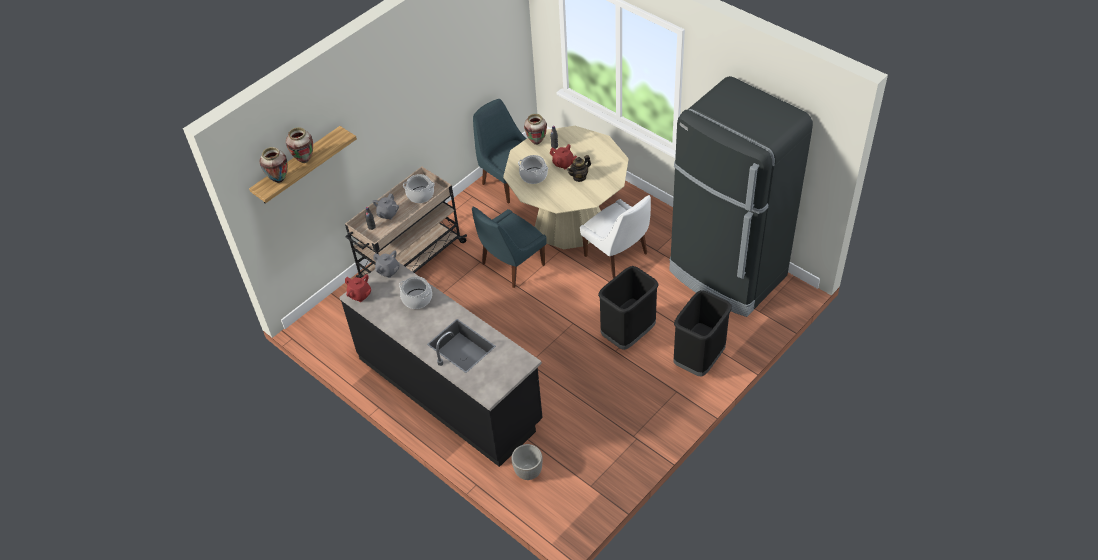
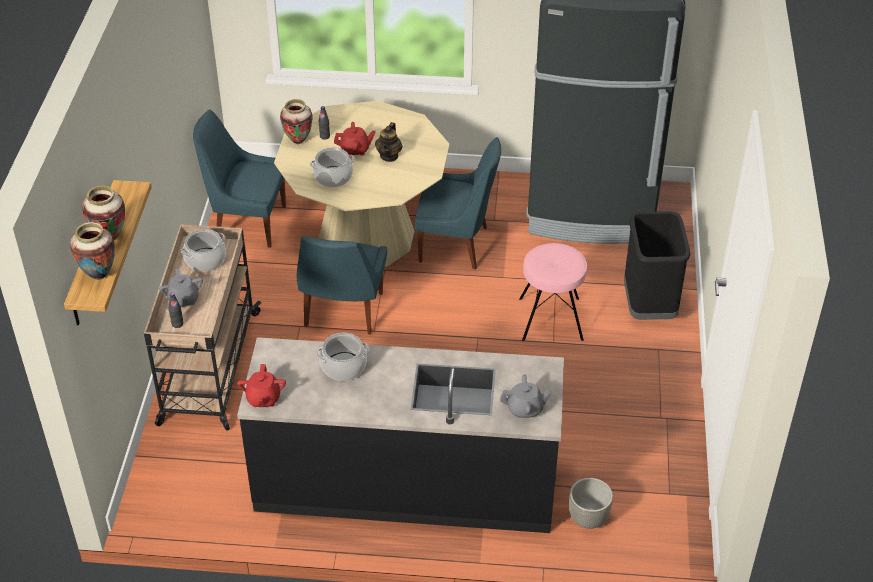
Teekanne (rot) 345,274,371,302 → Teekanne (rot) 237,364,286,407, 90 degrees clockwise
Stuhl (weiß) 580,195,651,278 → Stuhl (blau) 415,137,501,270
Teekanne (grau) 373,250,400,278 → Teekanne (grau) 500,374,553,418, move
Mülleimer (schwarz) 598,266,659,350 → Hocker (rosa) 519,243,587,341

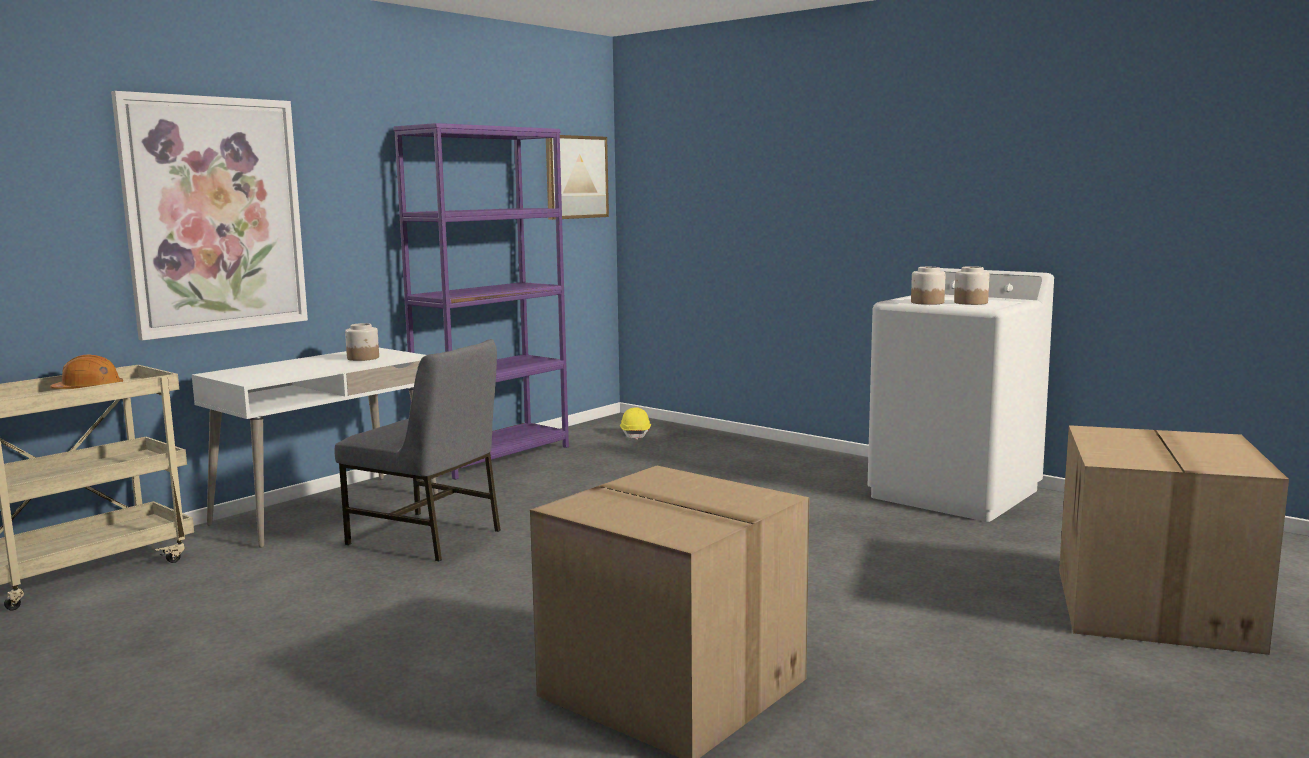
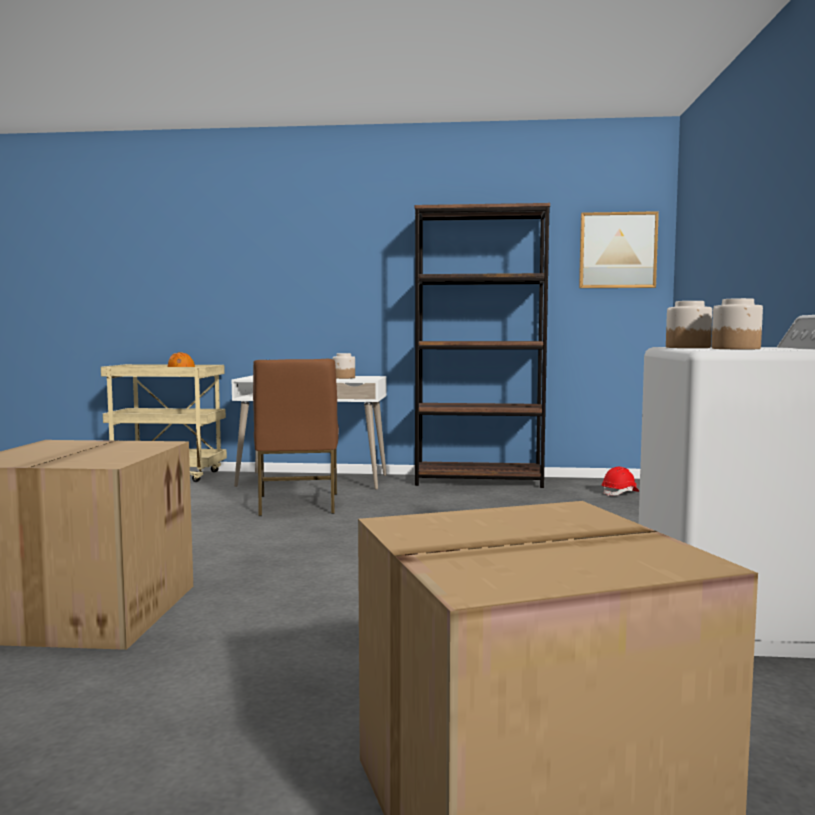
Stuhl (grau) 335,339,501,561 → Stuhl (braun) 253,359,339,516
Bücherregal (lila) 393,123,569,480 → Bücherregal (braun) 415,203,550,488
Schutzhelm (gelb) 620,407,651,440 → Schutzhelm (rot) 602,467,639,496
Bild 111,91,308,341 → -

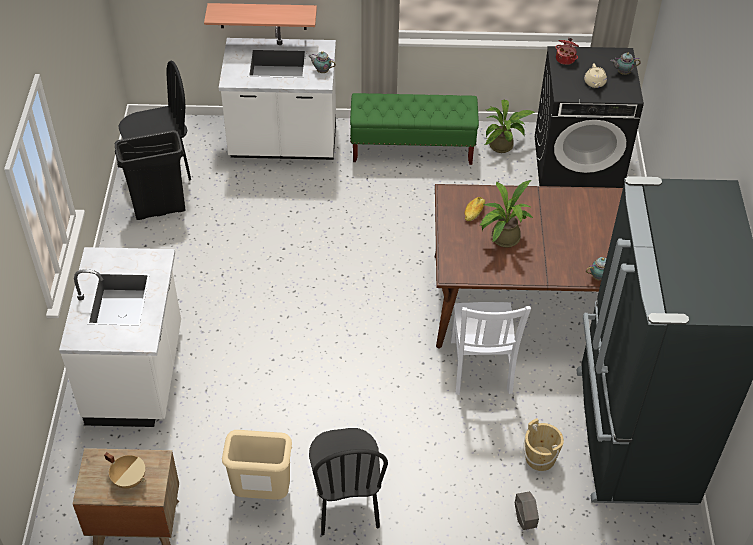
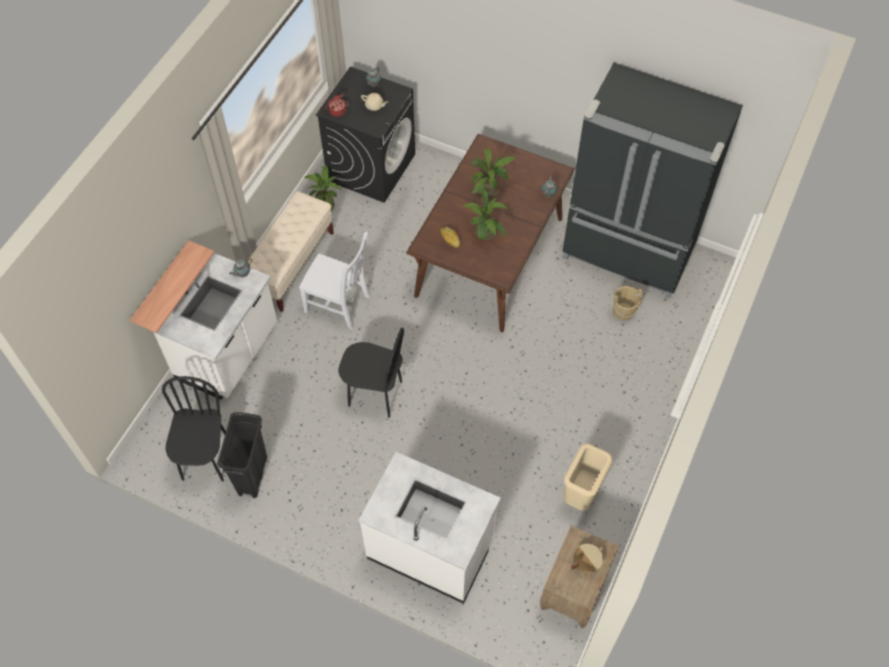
Bank (grün) 350,93,479,165 → Bank (beige) 248,191,334,312
Stuhl (weiß) 451,302,531,395 → Stuhl (weiß) 299,232,370,329, move
Stuhl (schwarz) 309,428,388,536 → Stuhl (schwarz) 338,328,404,418, move
- → Topfpflanze 470,148,516,197
Pflanzkübel (grau) 515,491,539,530 → -

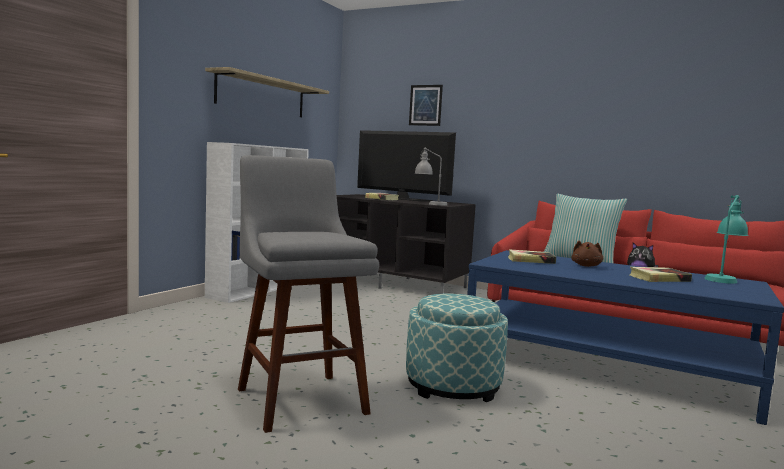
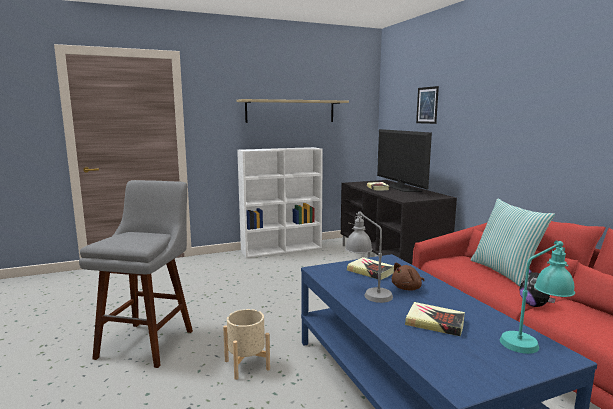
Polsterhocker 406,294,508,402 → Pflanzkübel (beige) 223,309,270,380
Tischlampe (grau) 415,147,447,206 → Tischlampe (grau) 345,211,393,303, move

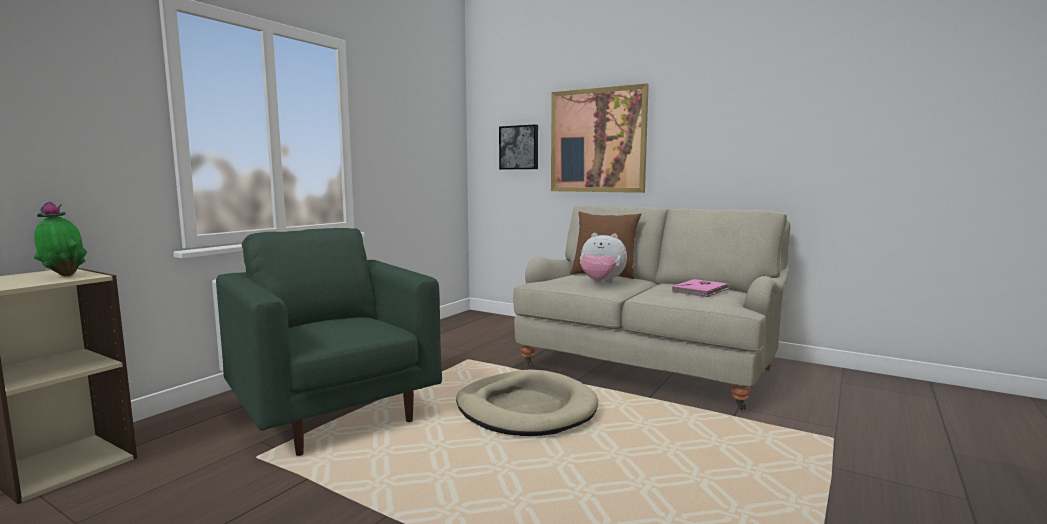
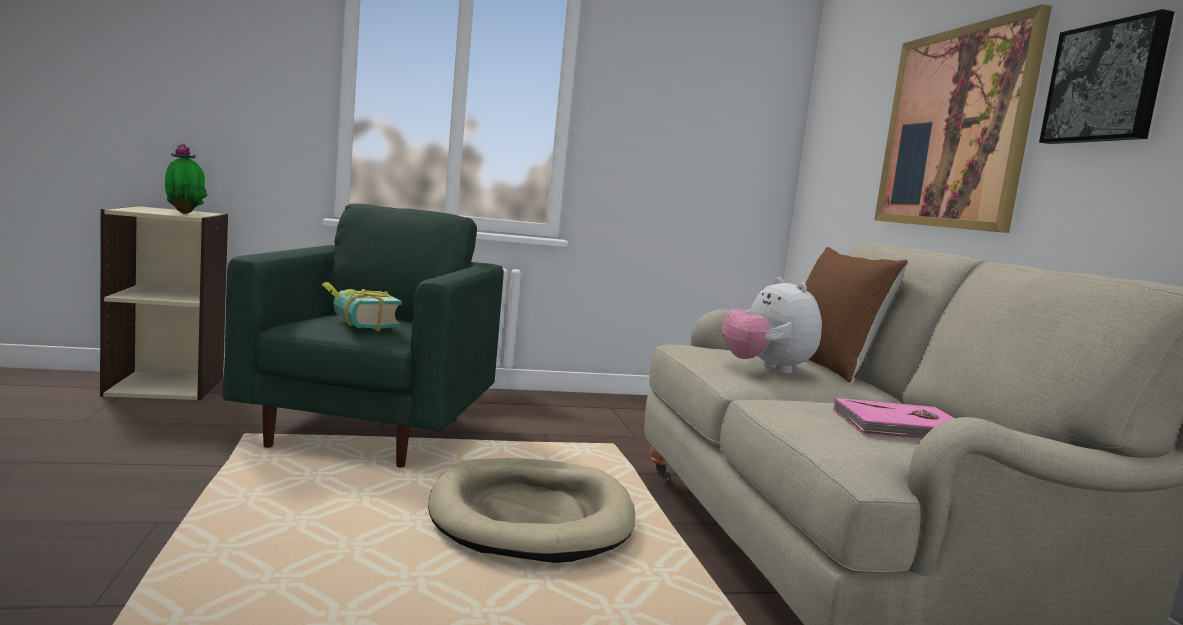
- → Buch 322,282,402,332
Bild 499,124,538,169 → Bild 1039,9,1174,144, move

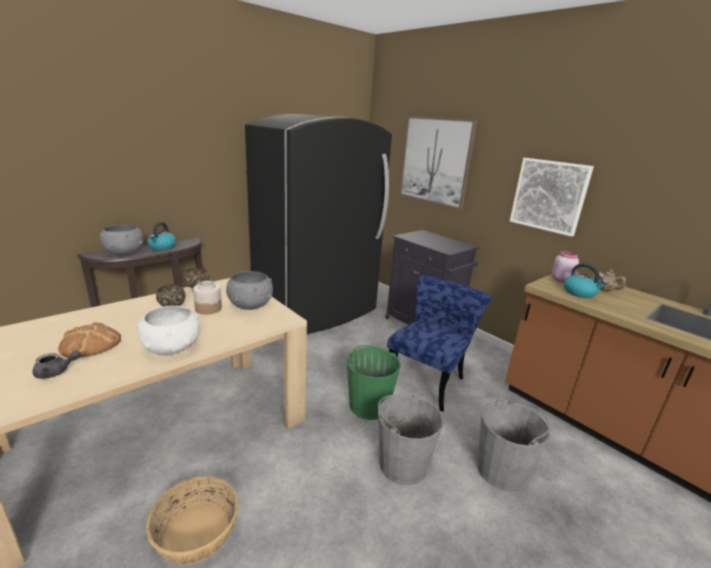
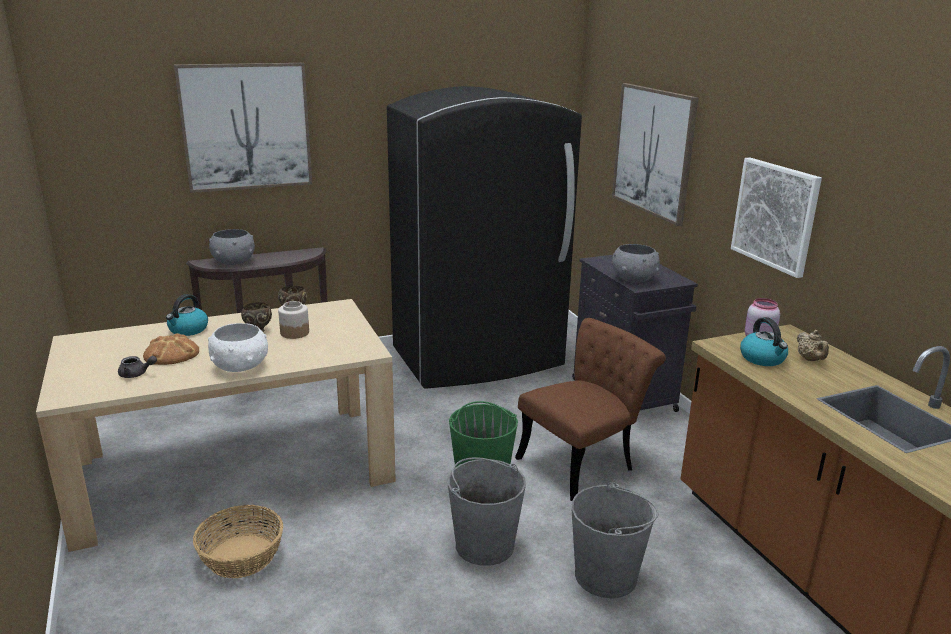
Wasserkessel 147,222,176,250 → Wasserkessel 166,294,208,336, move
- → Bild 174,63,312,193
Stuhl (blau) 387,275,493,412 → Stuhl (braun) 515,318,666,501
Schüssel (grau) 226,271,273,310 → Schüssel (grau) 612,244,660,283, move

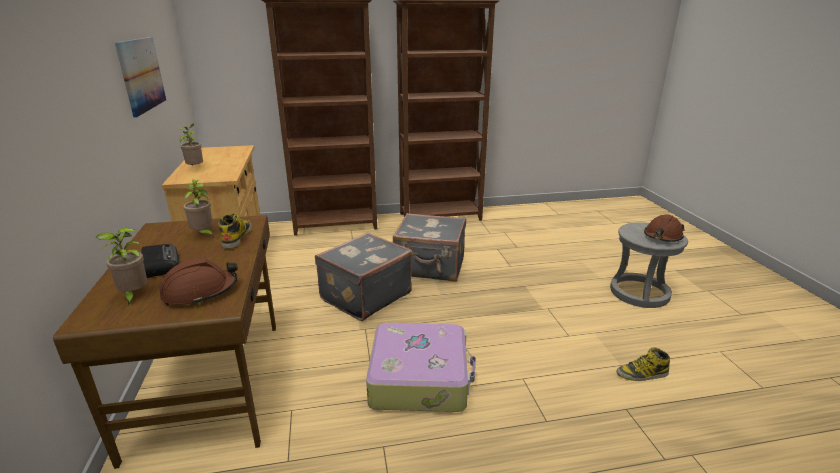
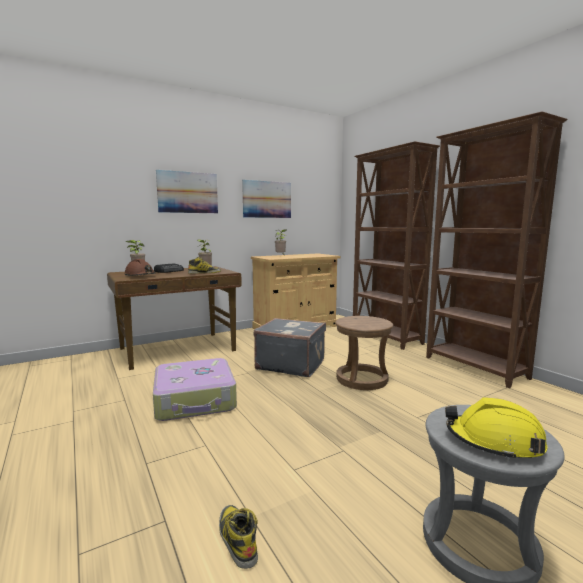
- → Bild 156,170,218,213
Koffer (grau) 393,213,466,282 → Hocker (braun) 335,316,393,390
Schutzhelm (braun) 644,214,685,242 → Schutzhelm (gelb) 445,397,548,460

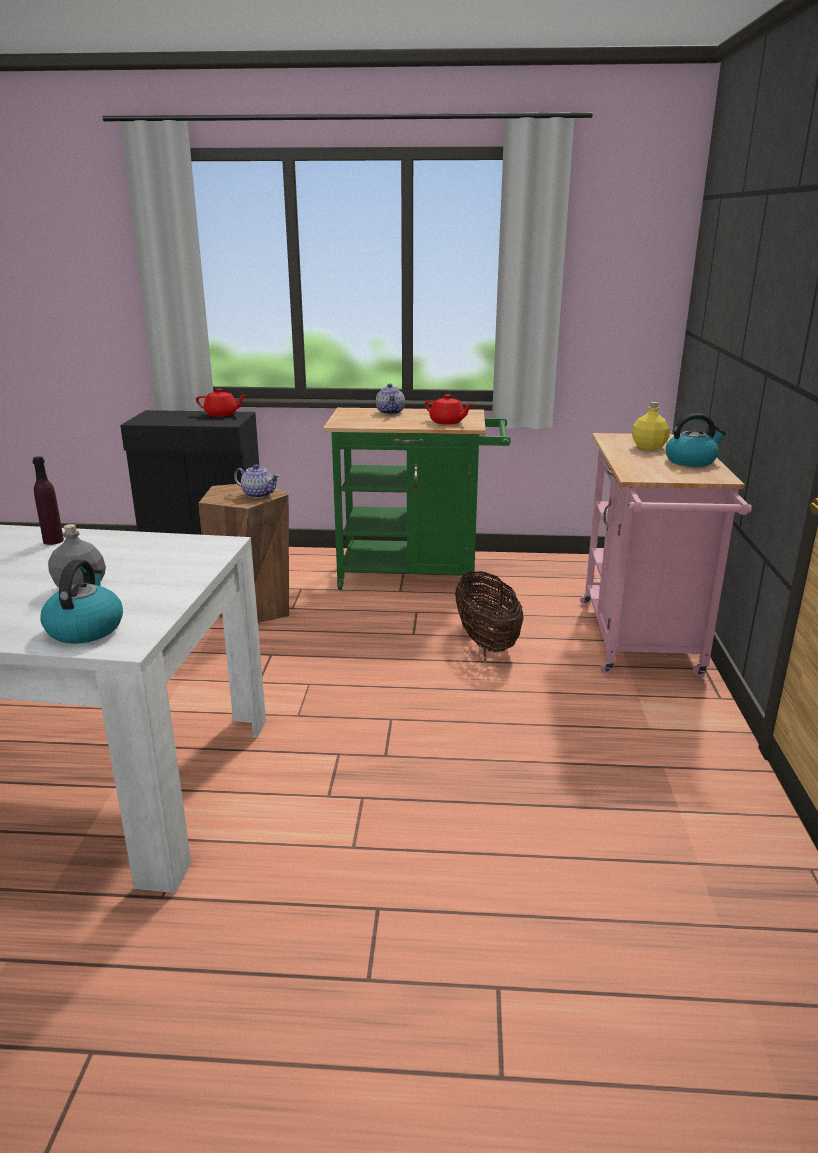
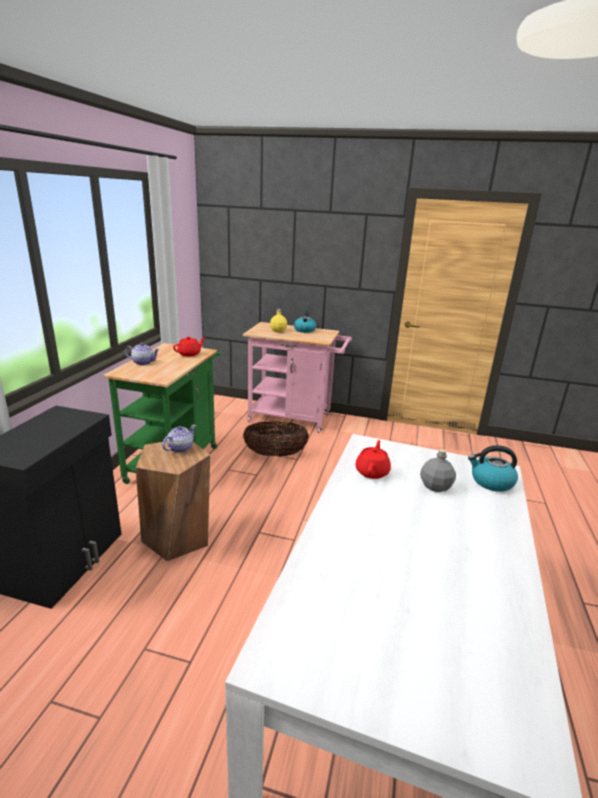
Teekanne (rot) 196,389,246,417 → Teekanne (rot) 355,440,391,479, move
Flasche (lila) 33,456,64,545 → -

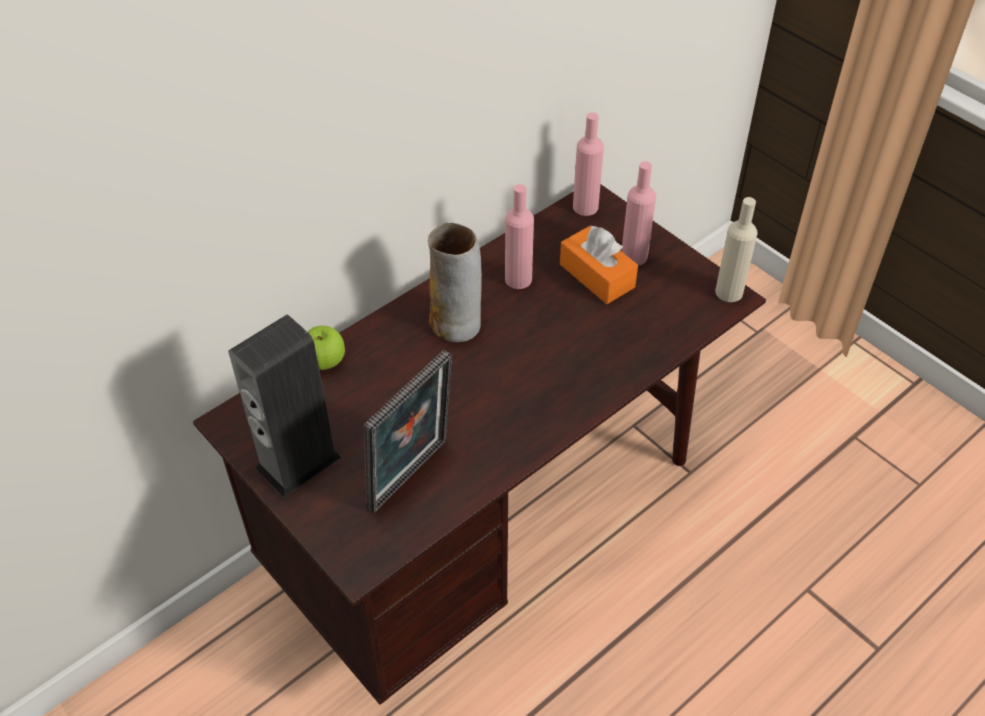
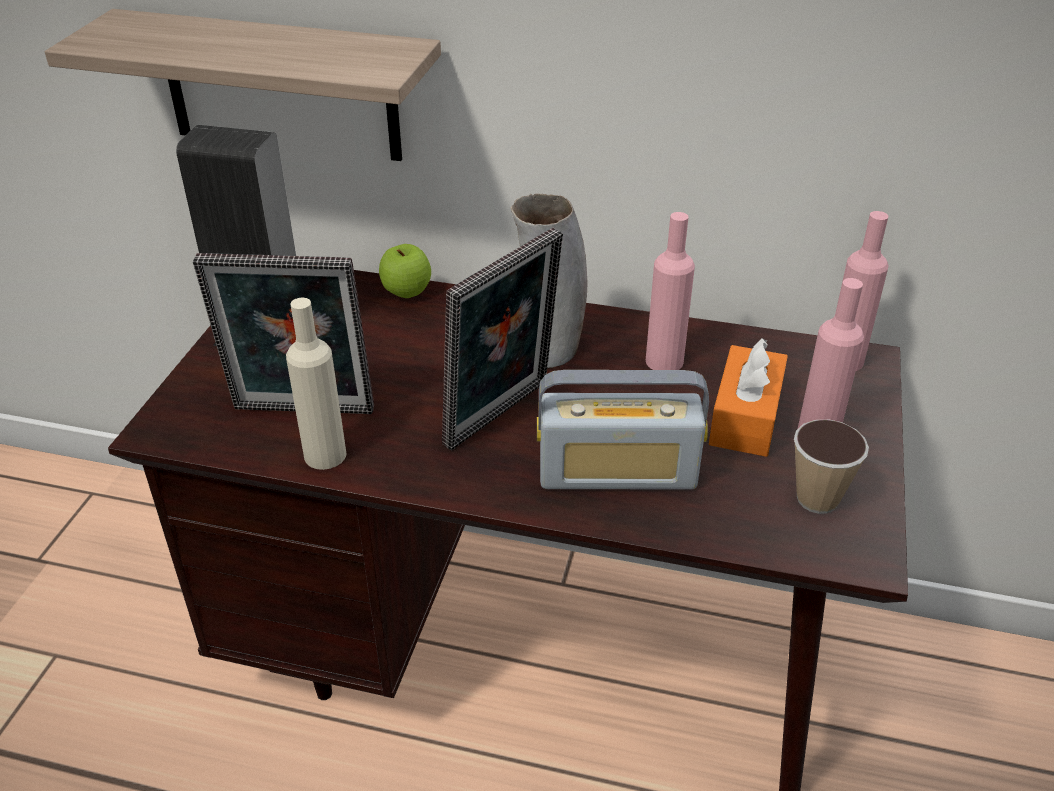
- → Wandregal 45,9,441,161
Flasche (beige) 715,197,758,302 → Flasche (beige) 286,298,347,470, move
- → Bilderrahmen 442,228,563,450
- → Radio 537,370,709,490
- → Tasse 794,420,869,514

